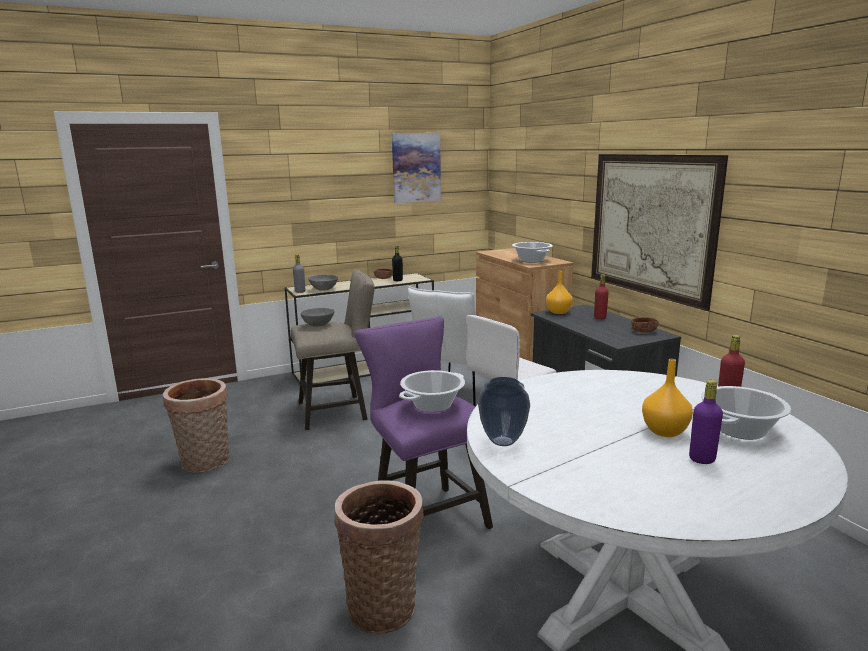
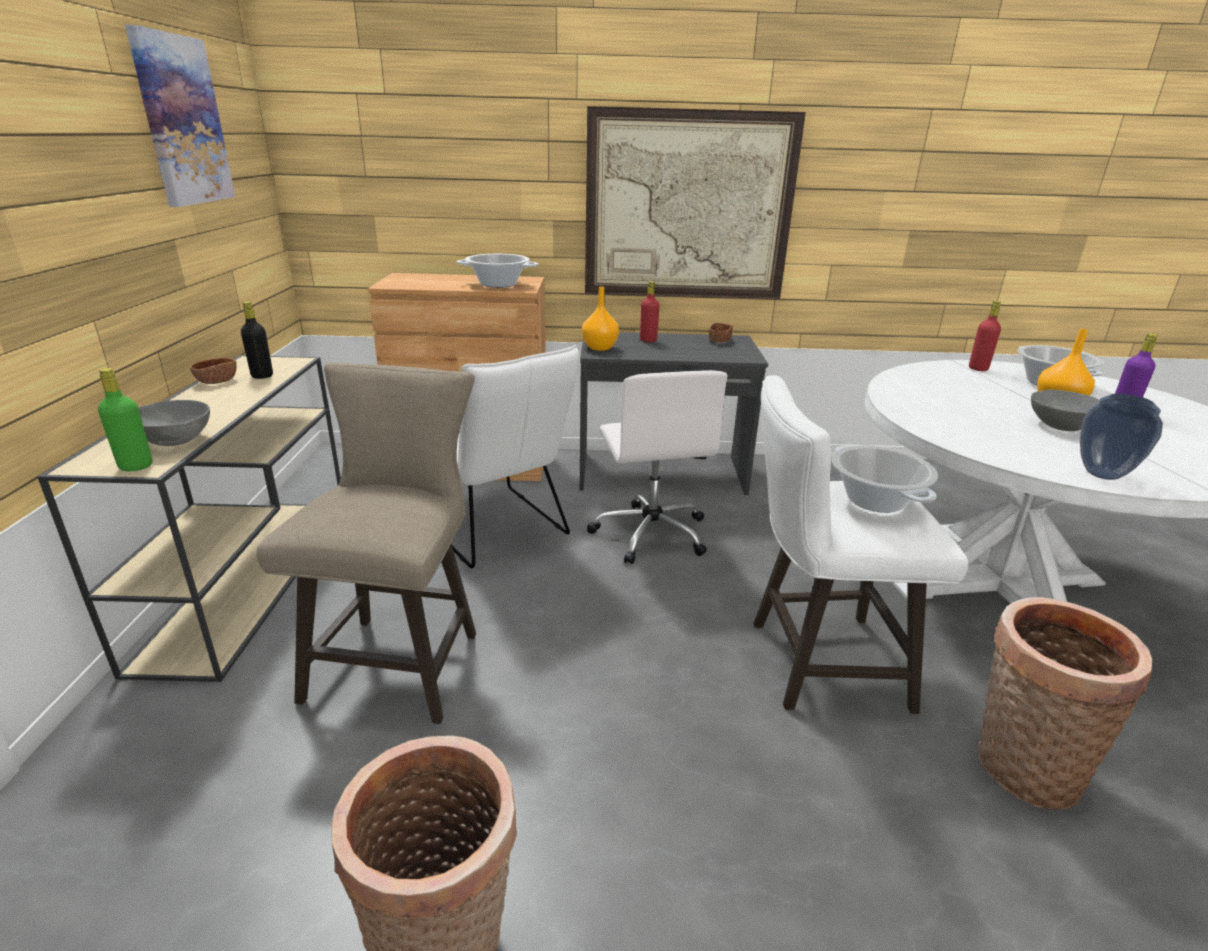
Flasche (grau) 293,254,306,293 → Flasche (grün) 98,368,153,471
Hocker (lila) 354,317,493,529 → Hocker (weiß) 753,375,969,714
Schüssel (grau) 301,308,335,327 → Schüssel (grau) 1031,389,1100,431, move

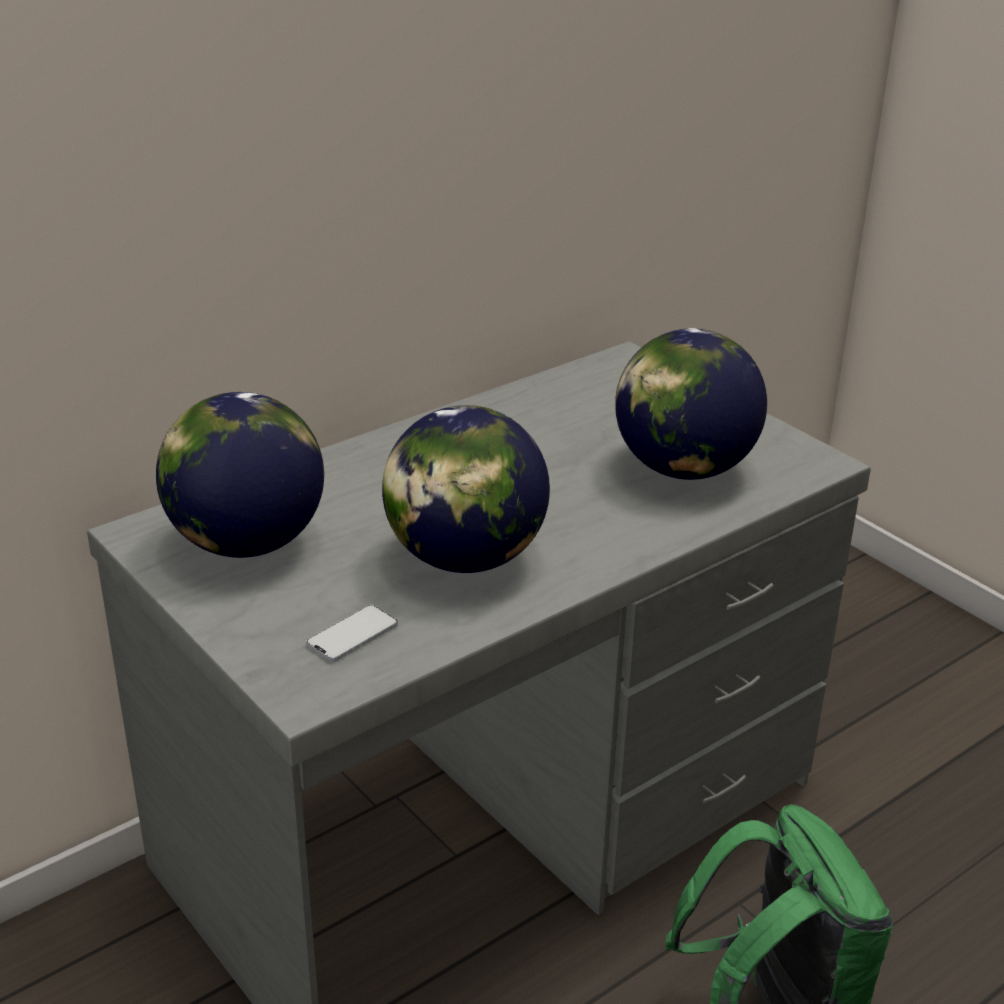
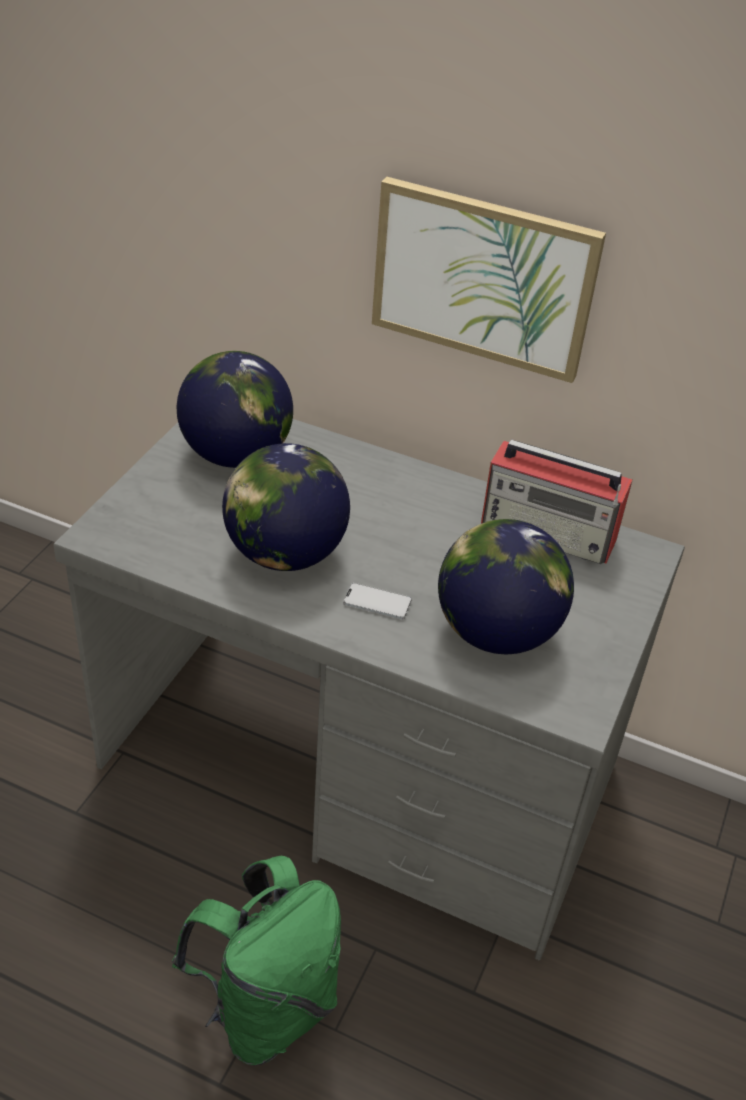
Handy 306,605,398,662 → Handy 343,583,412,620, move
- → Bild 372,177,606,383
- → Radio 481,439,633,564

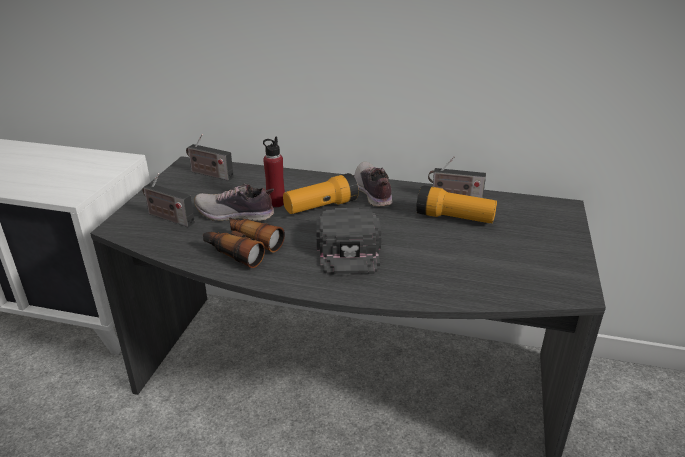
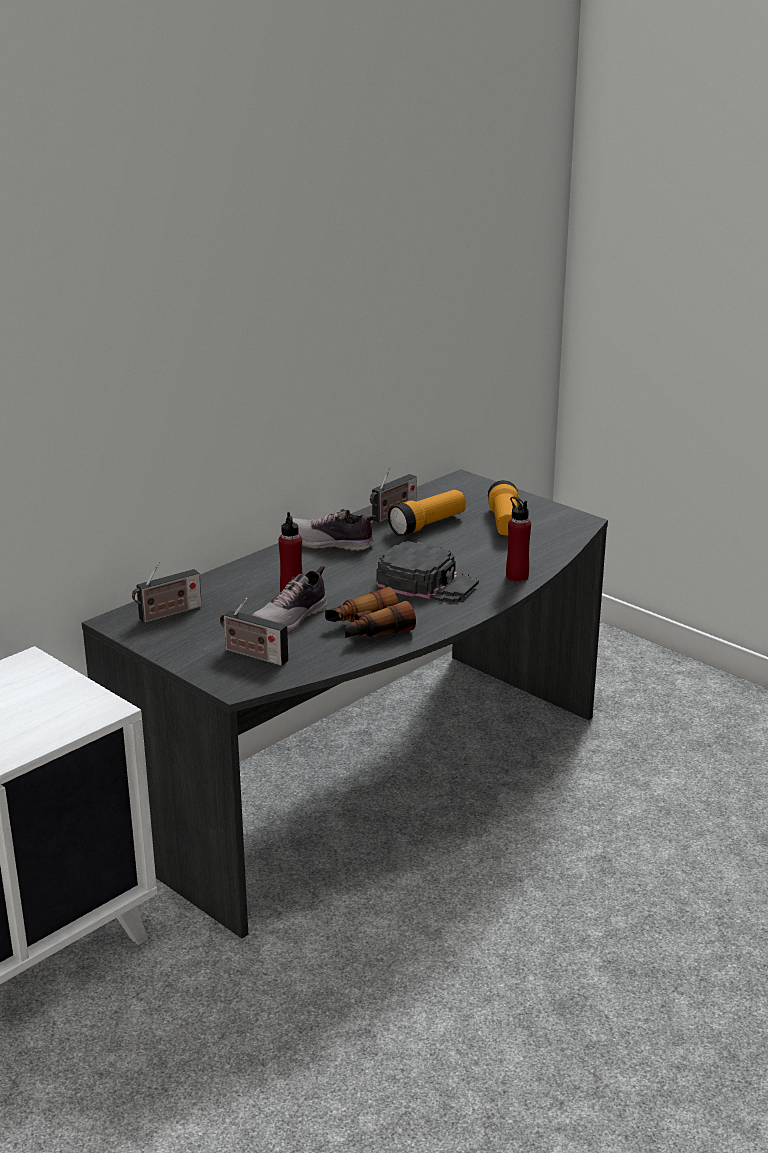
Radio 142,173,195,227 → Radio 220,598,288,666, 60 degrees clockwise
Taschenlampe 283,173,359,214 → Taschenlampe 488,480,520,536, move
- → Flasche (rot) 506,496,531,582

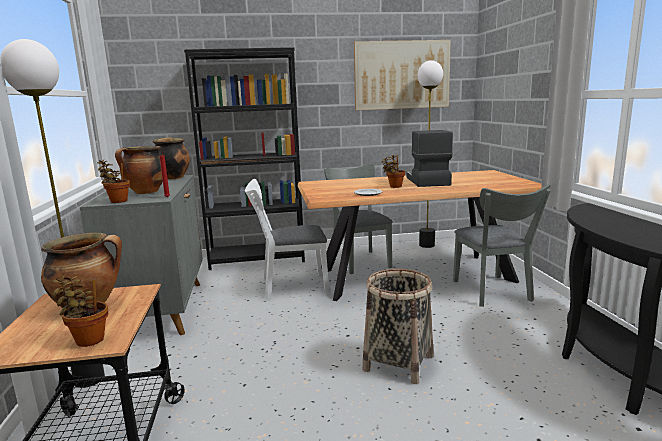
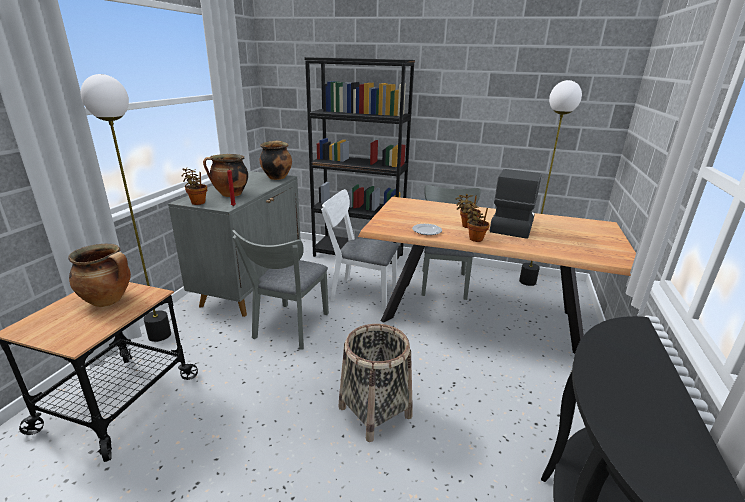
Stuhl (grau) 453,184,551,307 → Stuhl (grau) 232,230,329,350, move
Topfpflanze 52,275,108,347 → Topfpflanze 467,203,490,242, move
Bild 354,40,451,110 → -

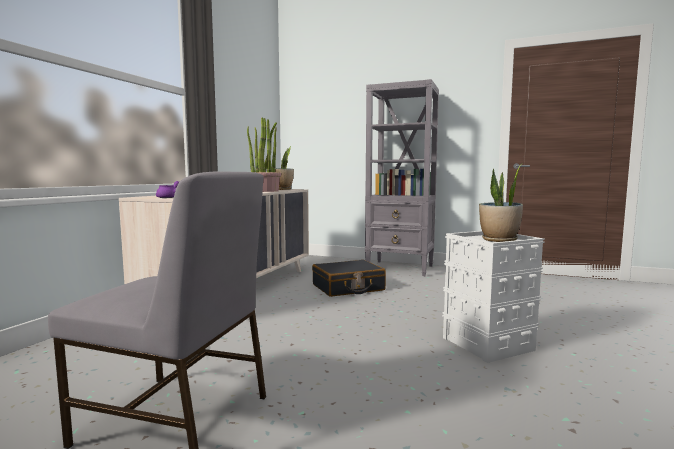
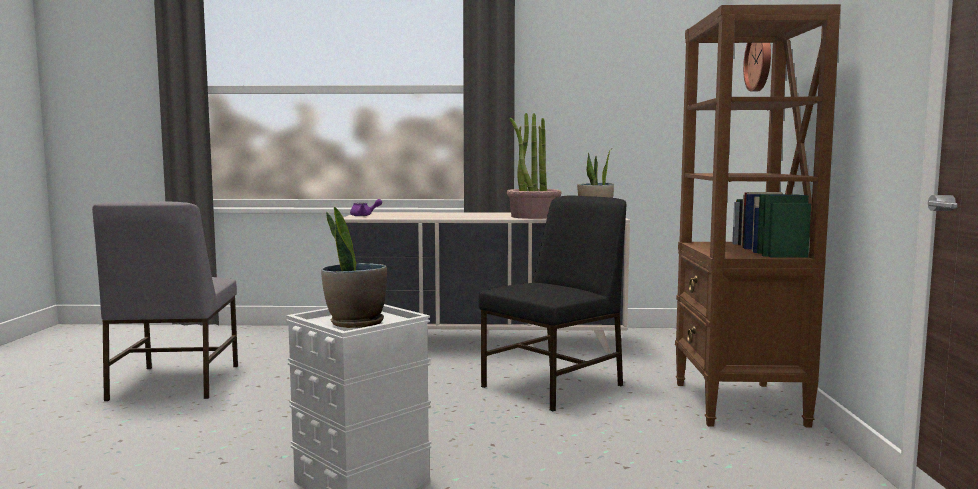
Koffer (schwarz) 312,260,386,297 → Stuhl (schwarz) 479,196,626,411
Bücherregal (grau) 365,79,439,276 → Bücherregal (braun) 675,4,841,428
- → Wanduhr 743,43,771,91

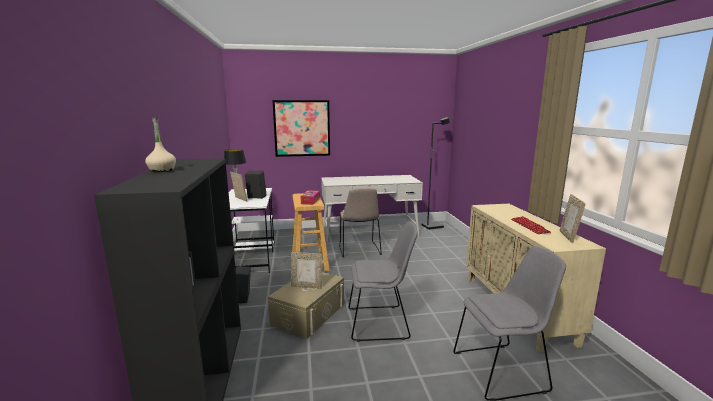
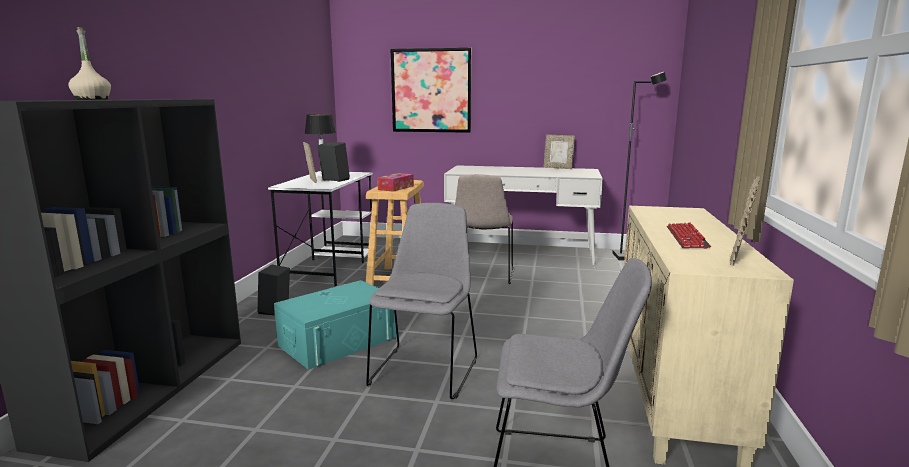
Aufbewahrungsbox (beige) 268,272,344,339 → Aufbewahrungsbox (türkis) 274,280,397,370
Stuhl (grau) 349,221,417,342 → Stuhl (grau) 366,203,477,399, 90 degrees counterclockwise
Bilderrahmen 291,252,322,289 → Bilderrahmen 544,135,575,169, move

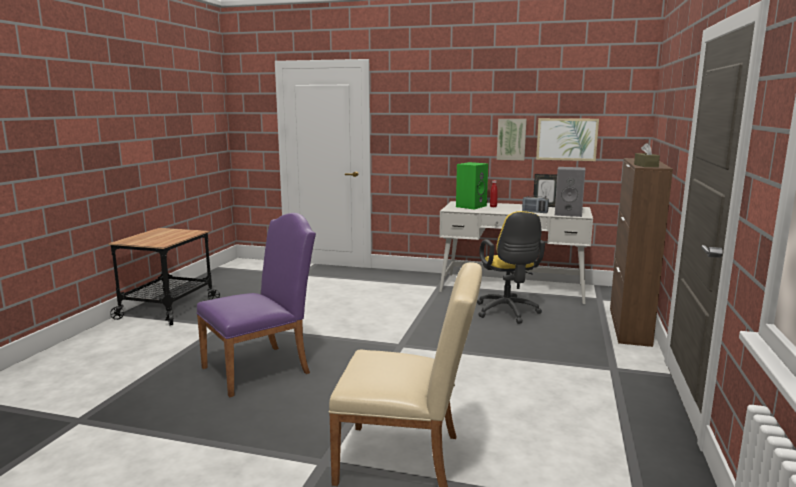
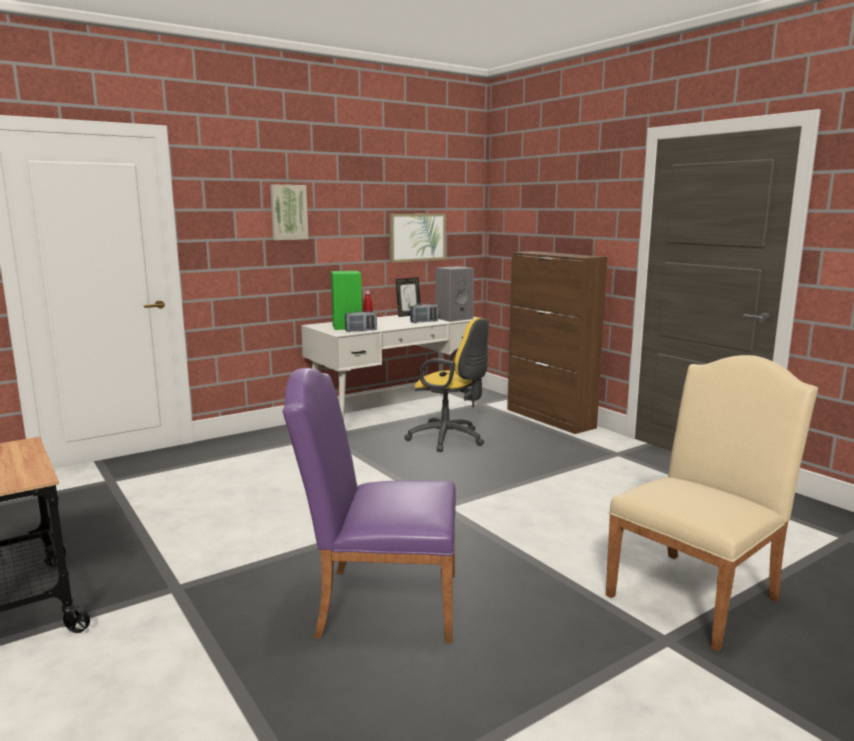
Bild 497,119,527,161 → Bild 270,185,308,240, move
Stuhl (lila) 197,213,316,397 → Stuhl (lila) 283,368,456,643, 90 degrees counterclockwise
- → Radio 345,310,377,332
Taschentuchbox (braun) 634,143,660,167 → -

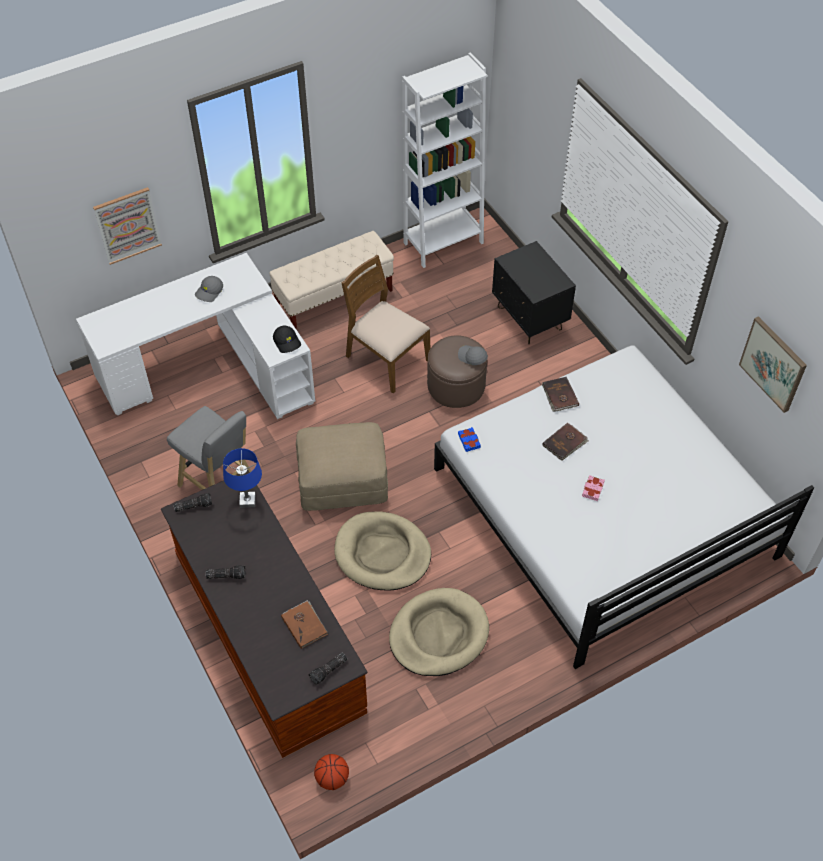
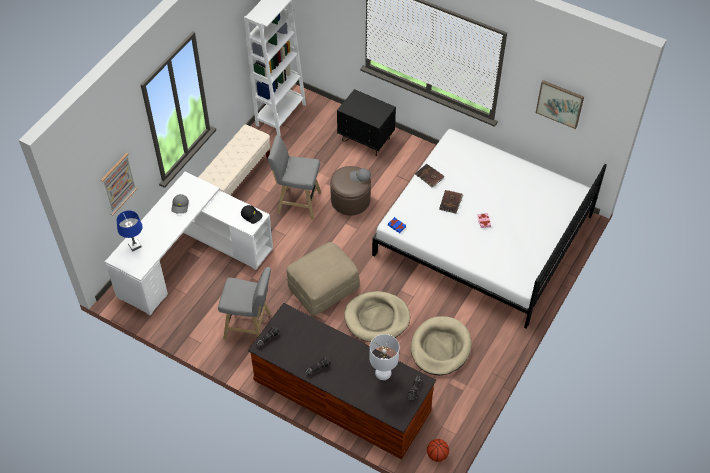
Tischlampe (blau) 223,448,262,508 → Tischlampe (blau) 117,210,143,251, move
Stuhl (braun) 342,255,431,393 → Hocker (grau) 268,135,321,220
Buch (braun) 281,600,328,649 → Tischlampe (weiß) 369,334,399,380

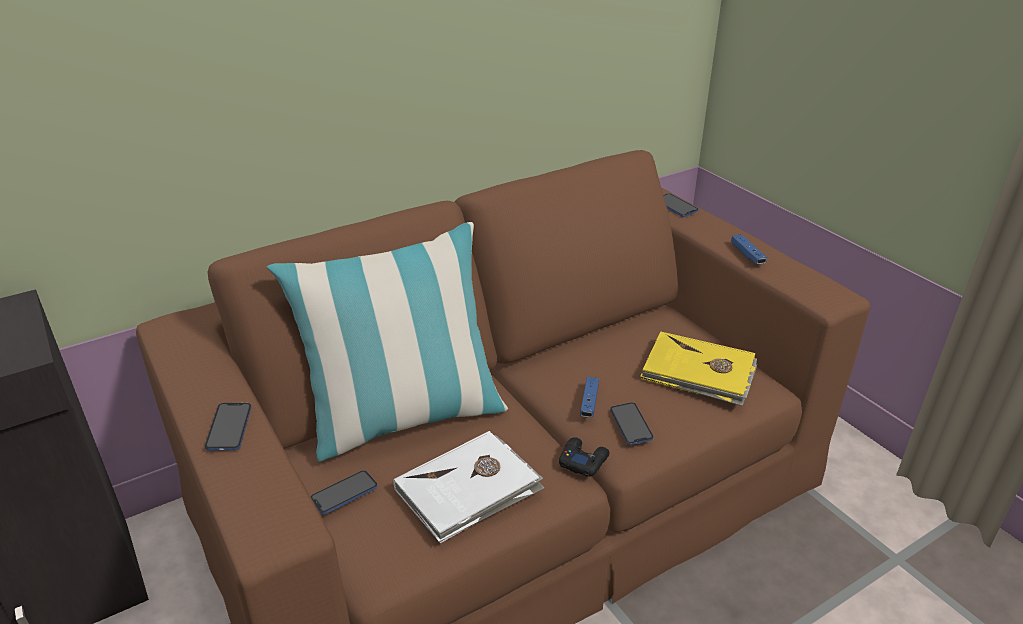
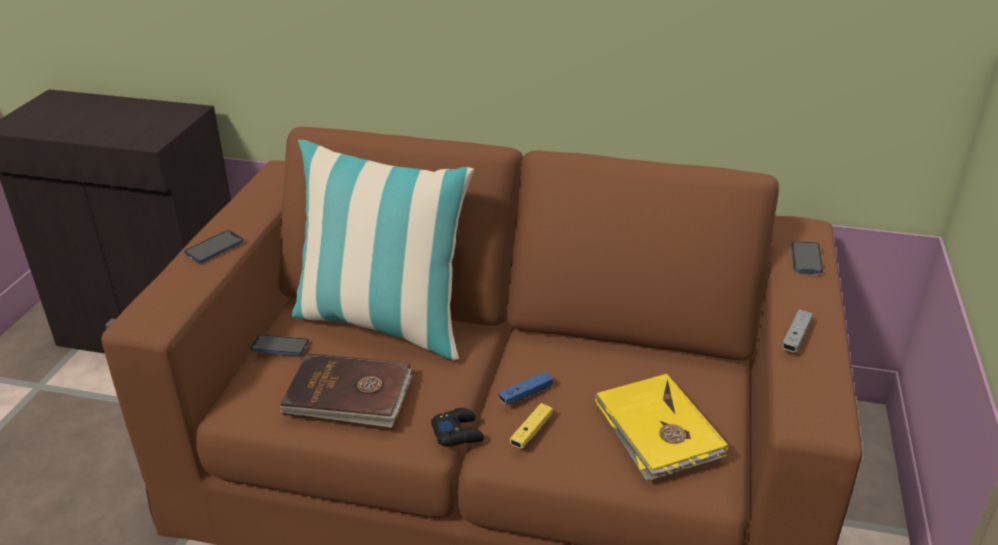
Buch (weiß) 394,431,544,543 → Buch (braun) 280,353,412,428
Handy 610,402,653,445 → Gamepad (gelb) 510,403,553,448
Gamepad (blau) 731,234,767,264 → Gamepad (grau) 782,309,813,352

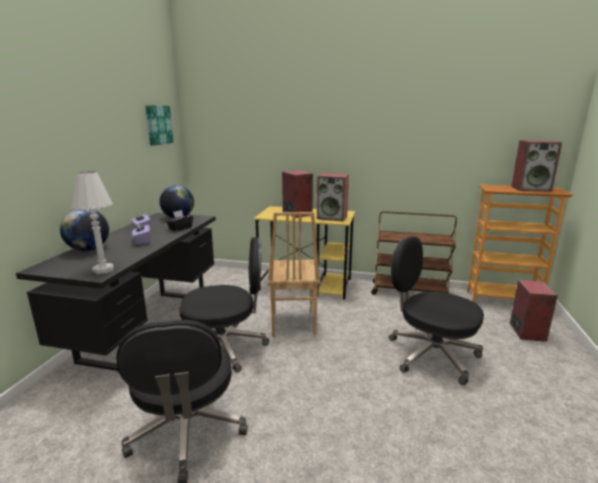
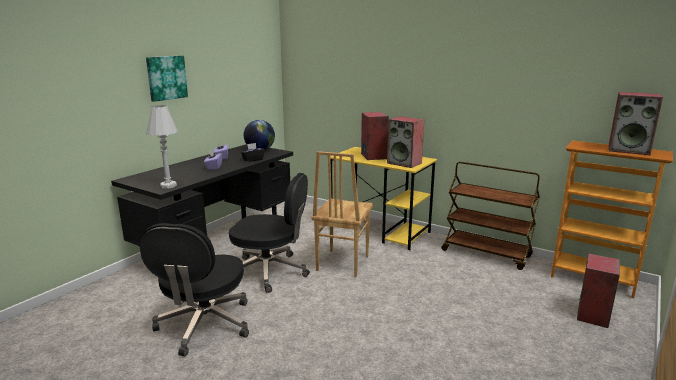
Bild 146,105,173,146 → Bild 146,56,188,102, move
Globus 60,209,109,251 → -
Bürostuhl (schwarz) 389,236,484,385 → -

